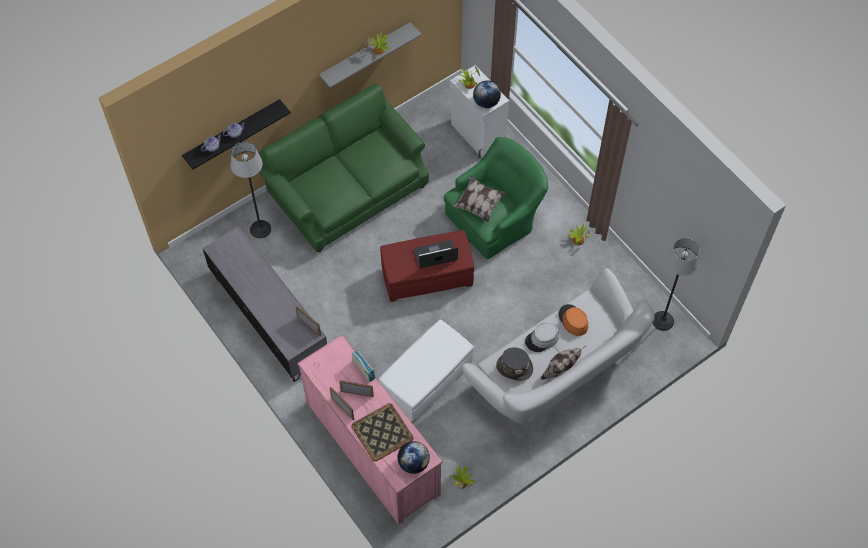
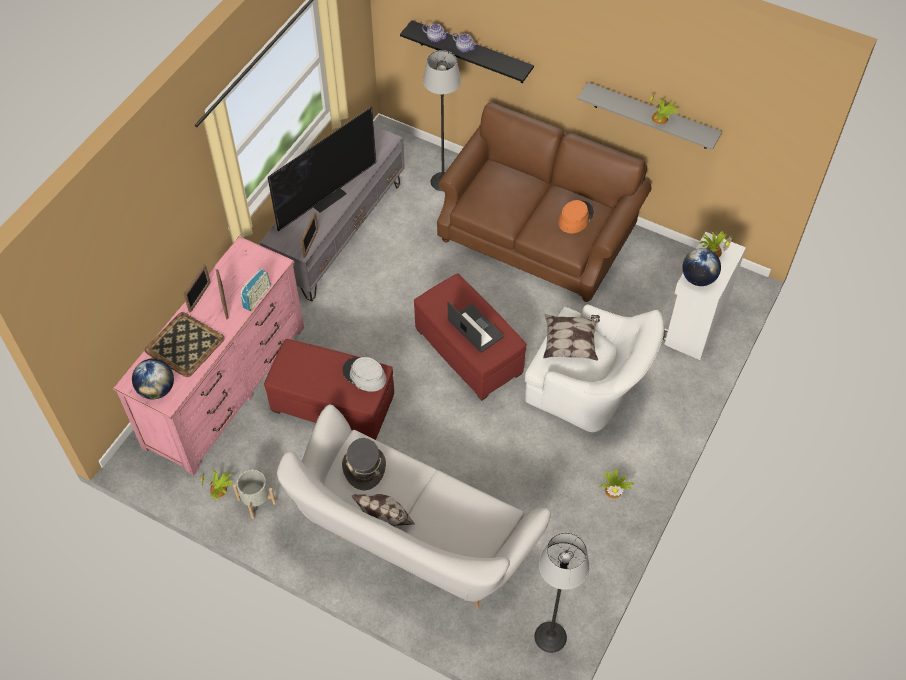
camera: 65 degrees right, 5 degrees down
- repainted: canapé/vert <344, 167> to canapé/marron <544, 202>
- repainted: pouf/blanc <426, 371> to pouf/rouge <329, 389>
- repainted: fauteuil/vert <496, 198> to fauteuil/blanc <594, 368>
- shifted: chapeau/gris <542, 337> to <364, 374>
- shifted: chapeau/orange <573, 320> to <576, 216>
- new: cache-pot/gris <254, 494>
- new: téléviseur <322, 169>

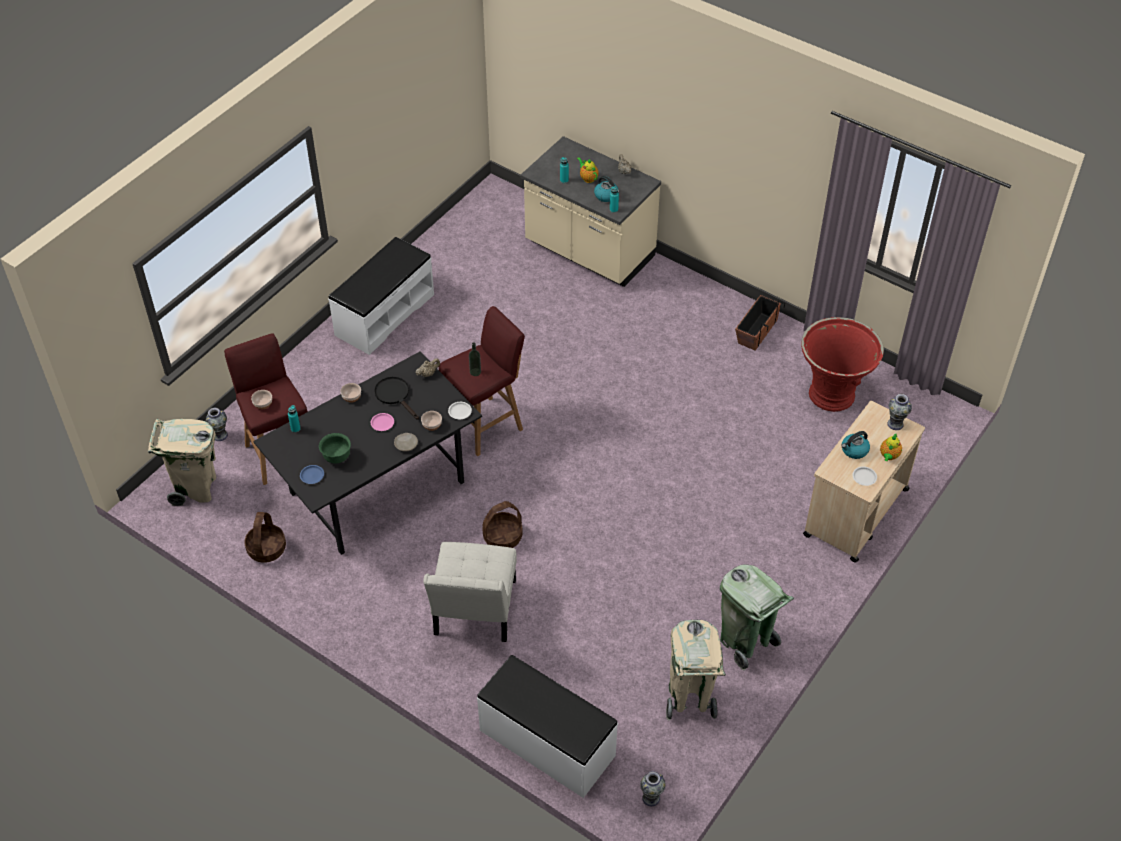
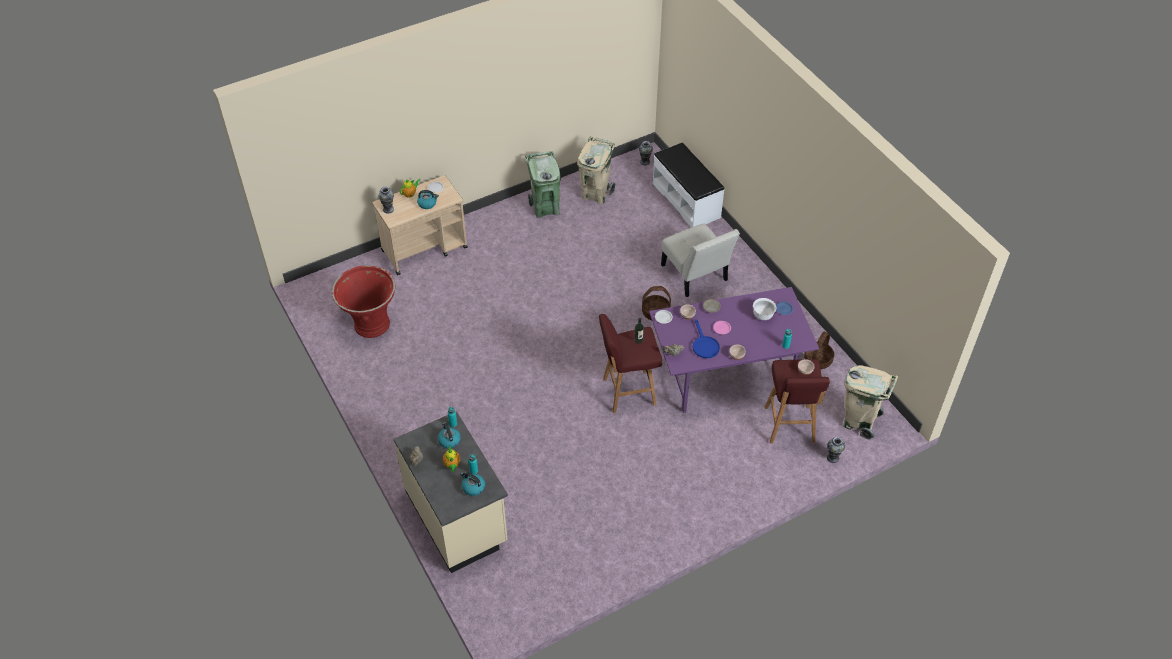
camera: 155 degrees left, 0 degrees up
- repainted: table à manger/noir <367, 453> to table à manger/violet <734, 350>
- repainted: bol/vert <335, 448> to bol/blanc <764, 309>
- gone: banc/blanc <381, 296>
- repainted: poêle/noir <396, 398> to poêle/bleu <706, 338>
- rotated: chaise/blanc <470, 592> = <700, 260> 120 degrees clockwise
- gone: cache-pot <760, 322>
- new: bouilloire <472, 484>

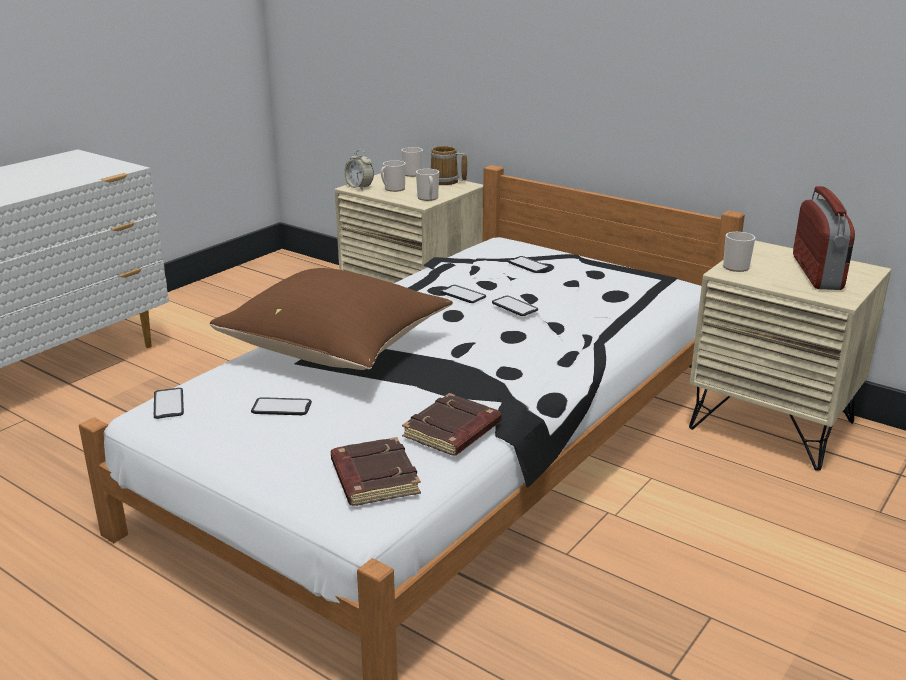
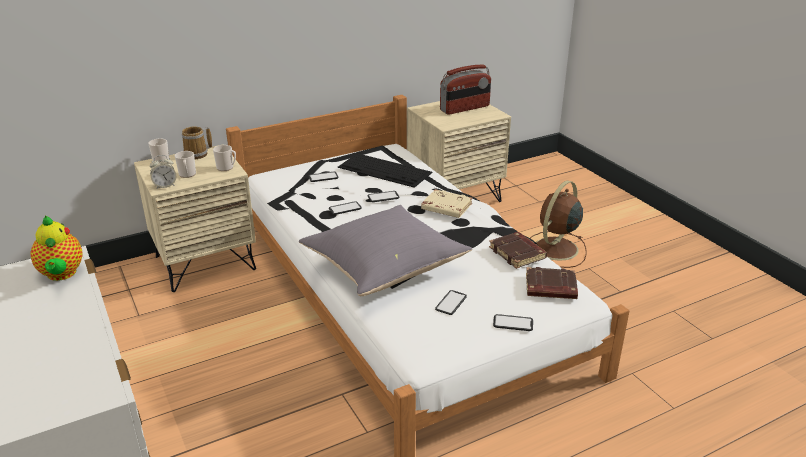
camera: 65 degrees left, 5 degrees up
- shifted: téléphone <169, 403> to <513, 322>
- repainted: coussin/marron <331, 319> to coussin/gris <385, 250>
- gone: mug <739, 252>
- rotated: radio <824, 238> = <465, 89> 120 degrees clockwise
- new: théière <57, 248>
- new: clavier <385, 170>
- new: livre/beige <446, 203>
- new: ventilateur/marron <558, 224>

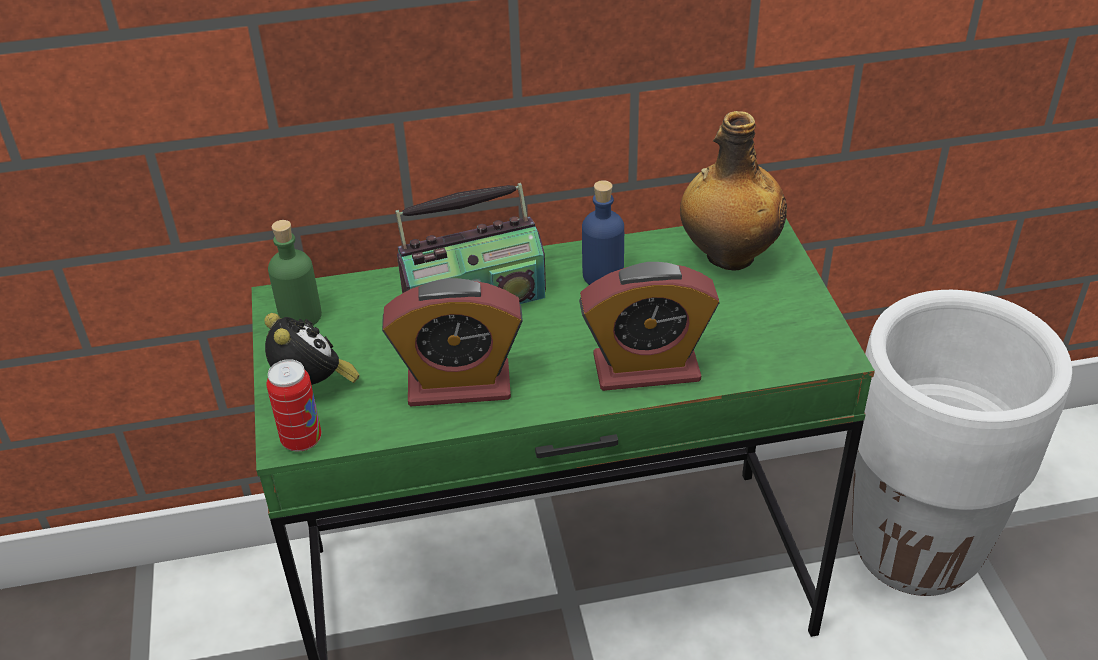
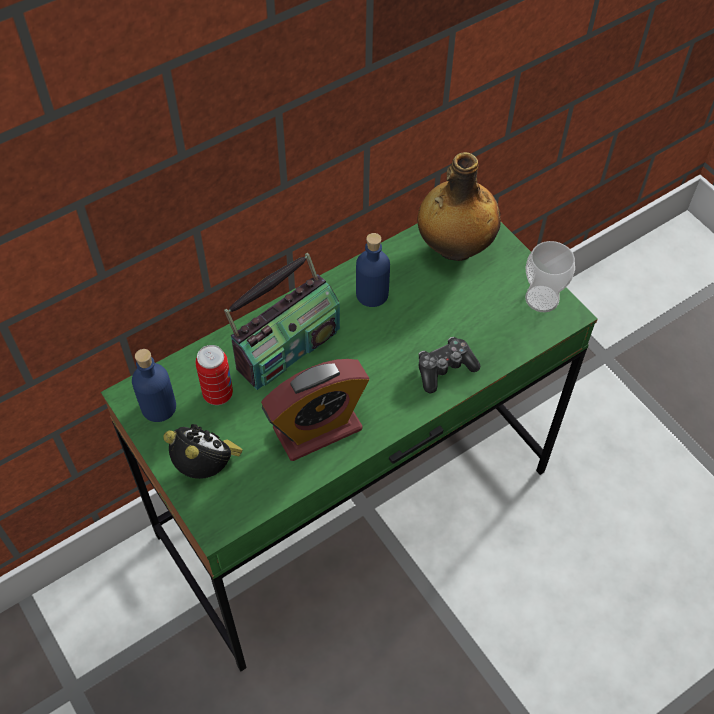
camera: 25 degrees left, 15 degrees up
- shifted: boîte métallique <293, 405> to <214, 375>
- repainted: bouteille/vert <295, 272> to bouteille/bleu <154, 385>
- swapped: réveil <649, 326> to manette <449, 365>
- gone: cache-pot/blanc <962, 443>
- new: tasse <550, 276>

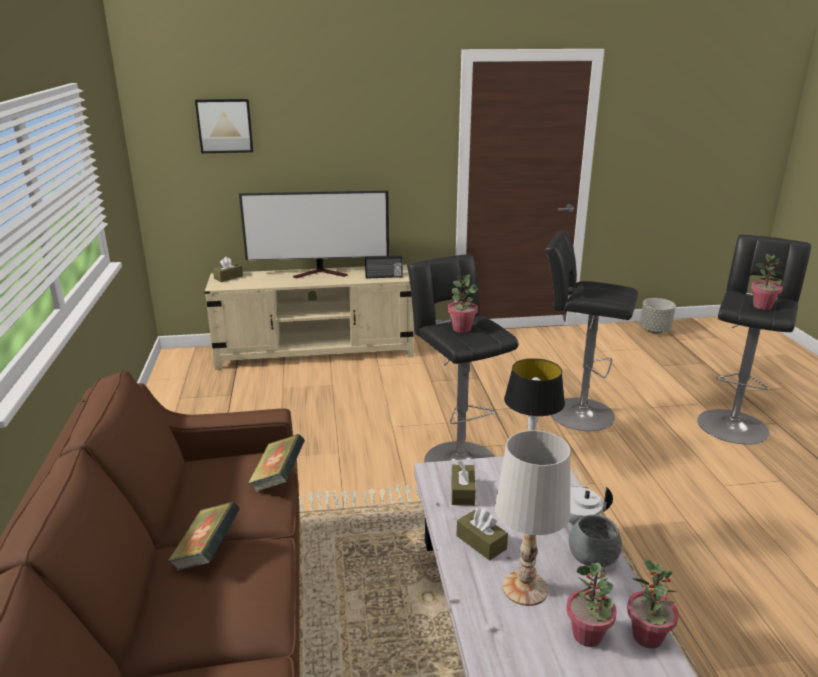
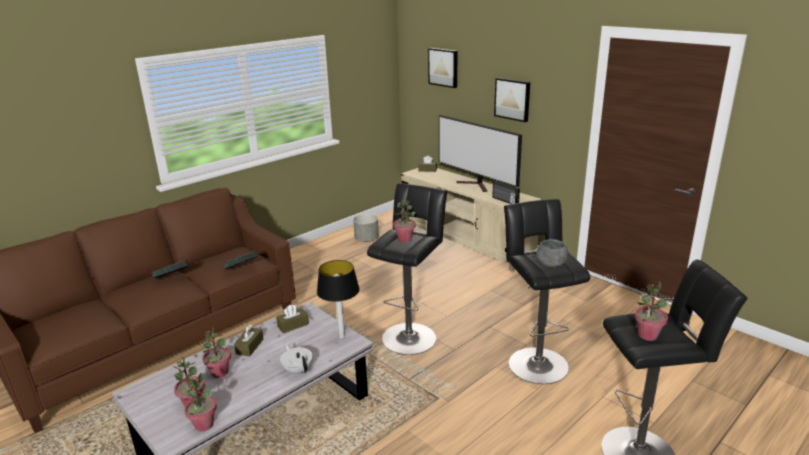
camera: 55 degrees right, 0 degrees up
- swapped: lampe de table/blanc <532, 518> to plante en pot <217, 352>
- shifted: bol/gris <595, 541> to <552, 253>
- shifted: cache-pot/gris <658, 315> to <366, 228>
- new: tableau <512, 100>

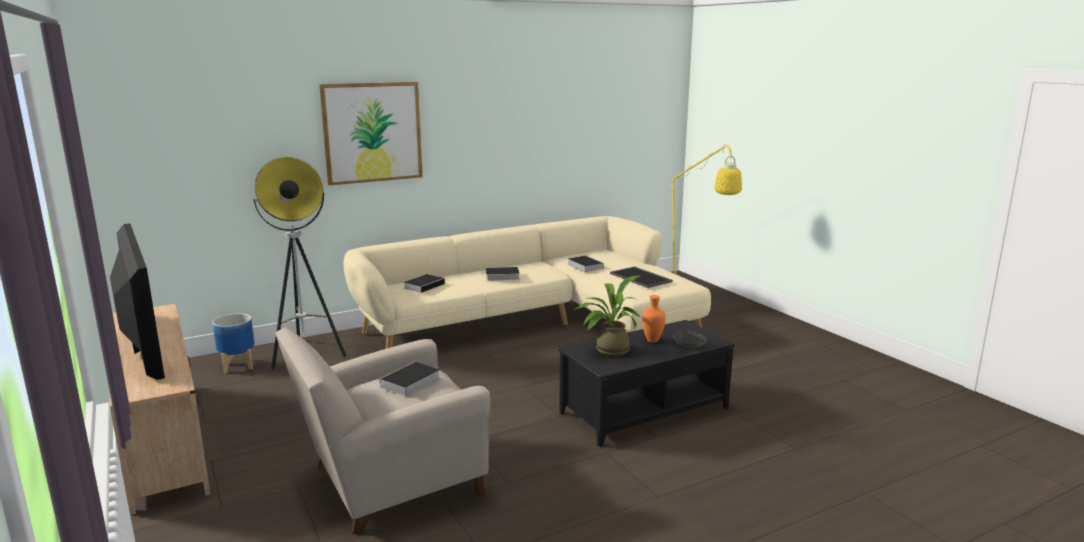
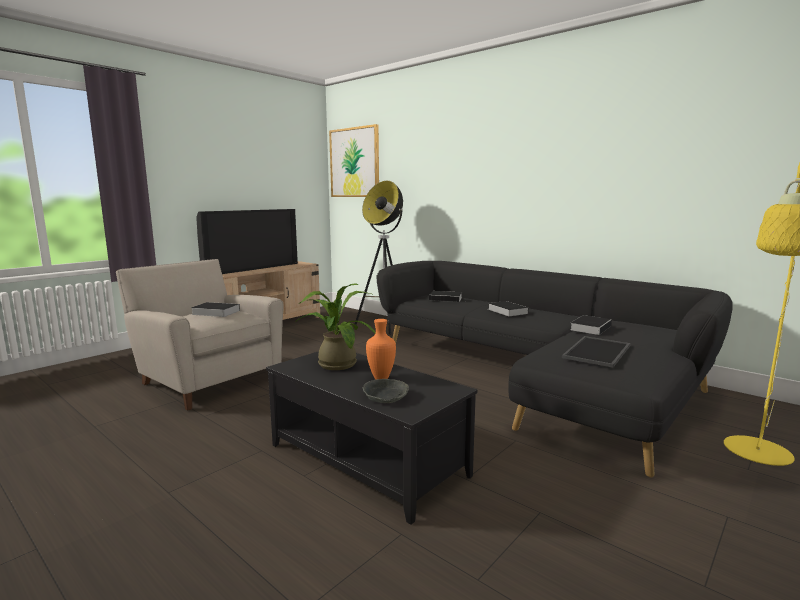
camera: 70 degrees right, 5 degrees down
- gone: cache-pot <233, 343>
- shifted: tableau <371, 134> to <354, 160>
- repainted: canapé/beige <527, 282> to canapé/noir <555, 369>

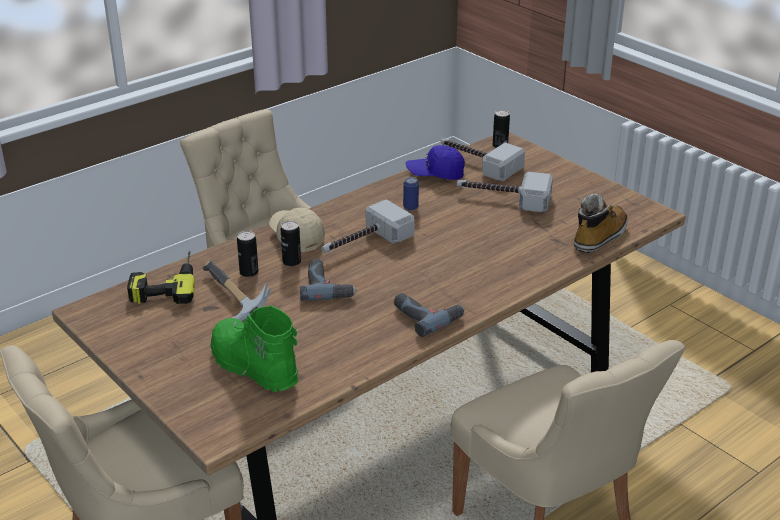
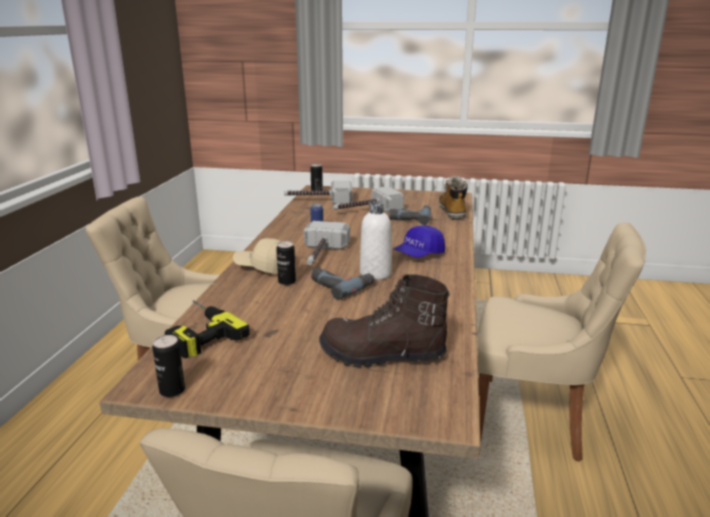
camera: 40 degrees left, 10 degrees down
- gone: marteau <237, 290>
- repainted: botte/vert <254, 348> to botte/marron <384, 321>
- shifted: boîte métallique <248, 254> to <168, 366>
- shifted: perceuse <429, 315> to <409, 215>
- shifted: casquette/bleu <435, 162> to <419, 242>
- new: bouteille/blanc <376, 240>

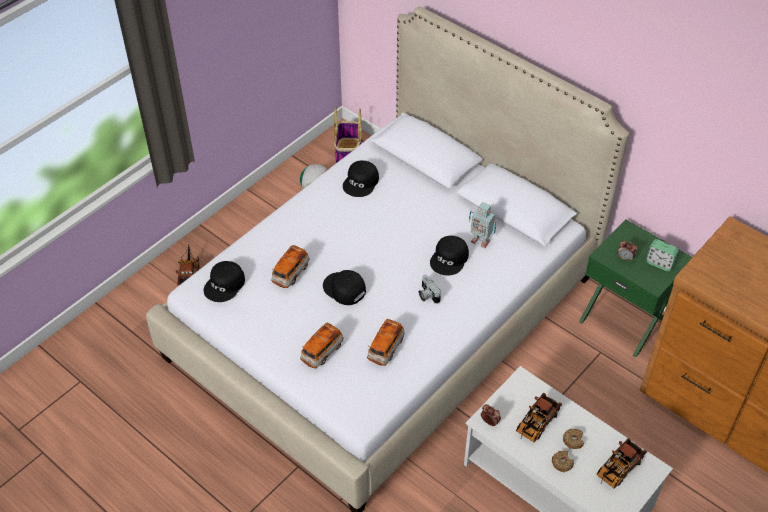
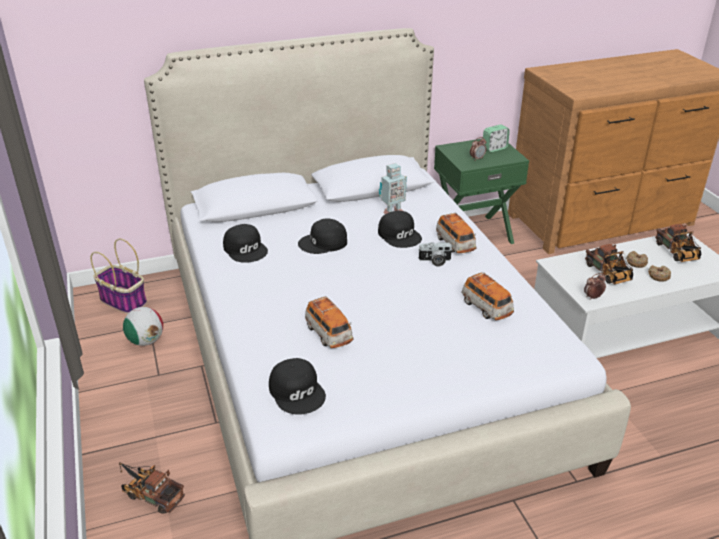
camera: 60 degrees left, 15 degrees down
- shifted: petite voiture <322, 345> to <456, 232>
- shifted: casquette/noir <344, 287> to <322, 236>

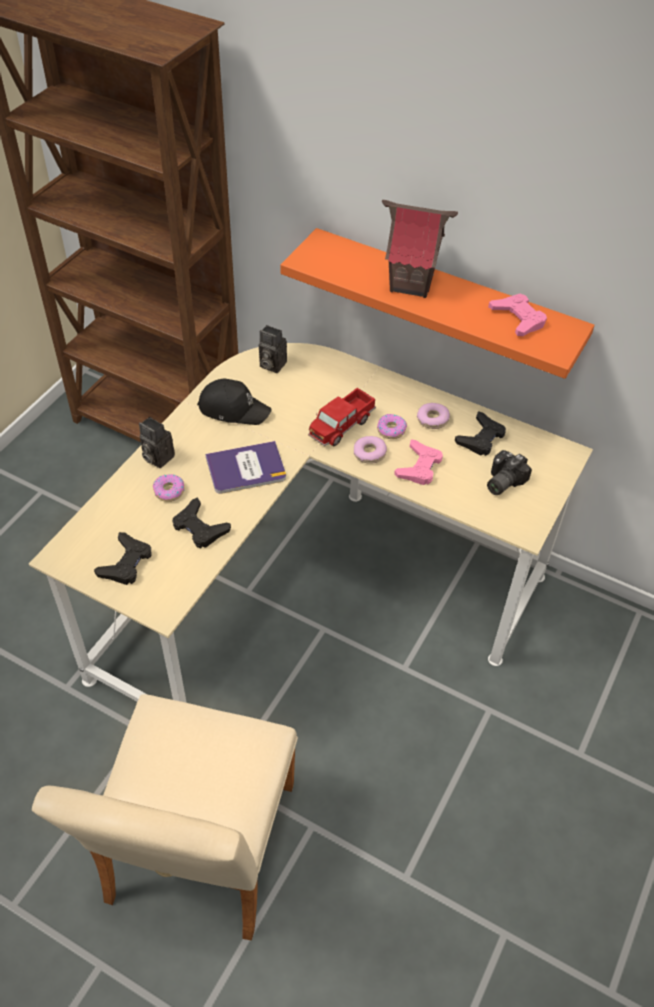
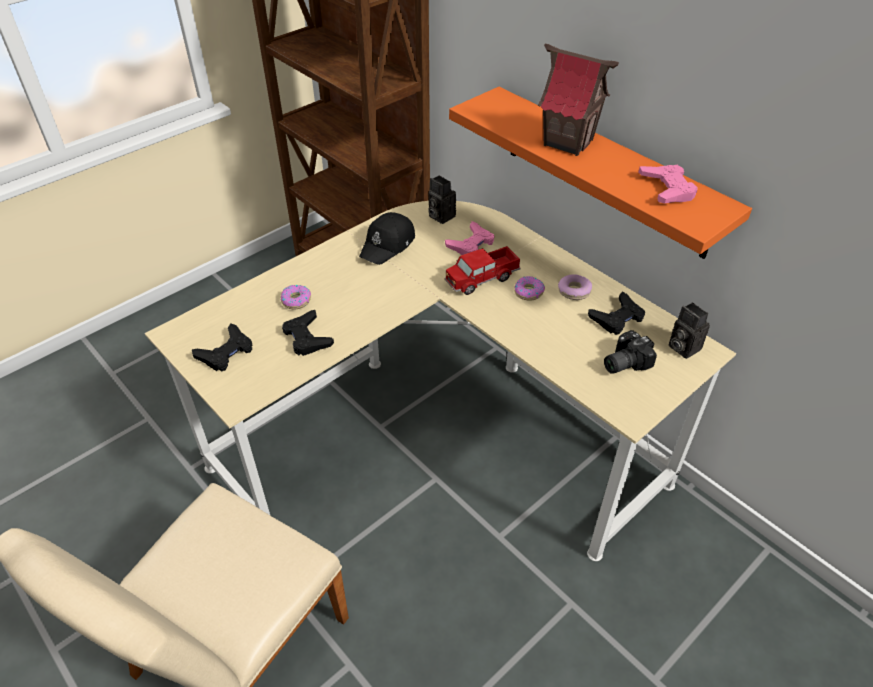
camera: 20 degrees right, 5 degrees down
- shifted: appareil photo <157, 442> to <689, 330>
- rotated: casquette/noir <234, 402> = <387, 238> 90 degrees clockwise
- gone: livre <245, 467>
- gone: beignet <370, 450>
- shifted: manette/rose <418, 462> to <469, 238>

